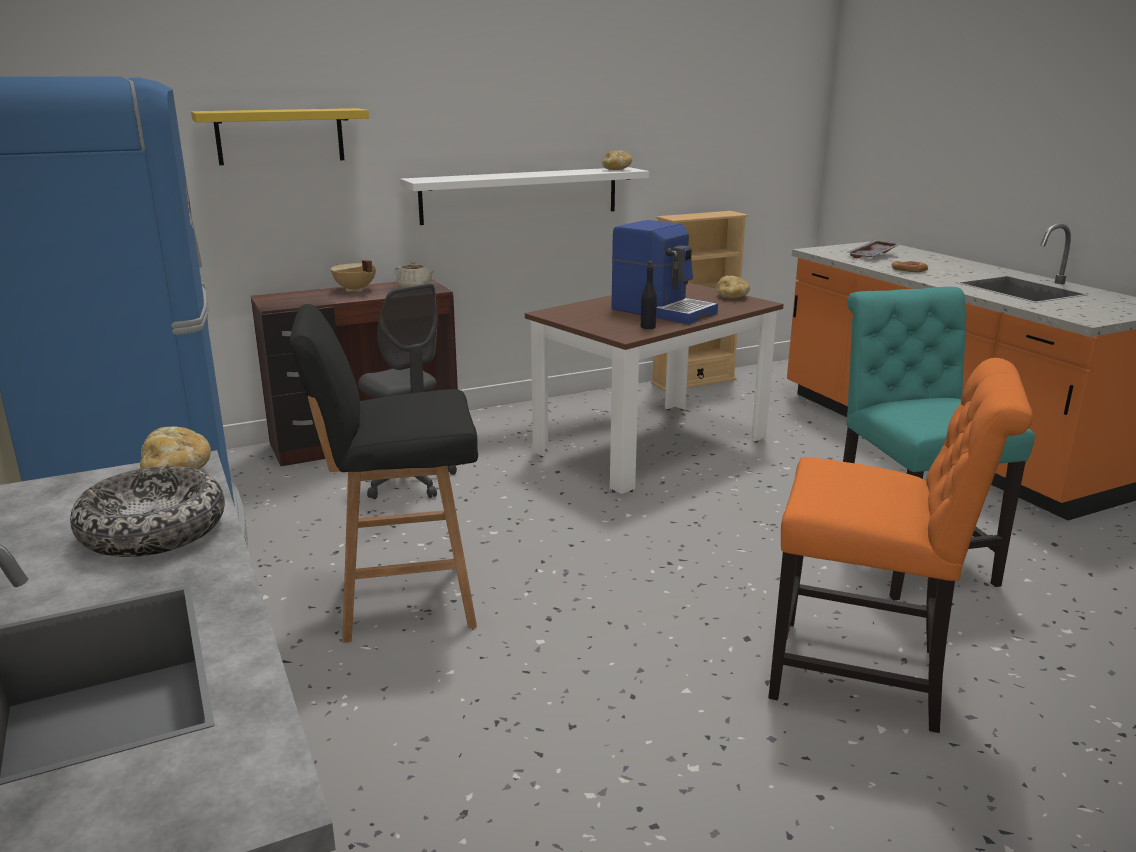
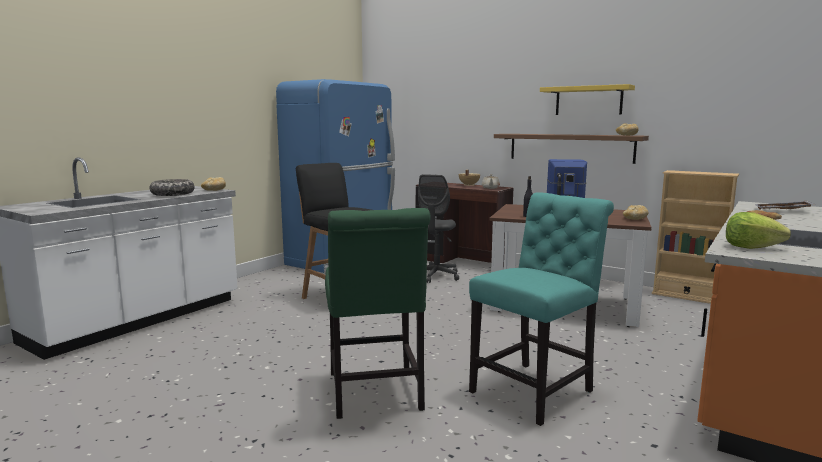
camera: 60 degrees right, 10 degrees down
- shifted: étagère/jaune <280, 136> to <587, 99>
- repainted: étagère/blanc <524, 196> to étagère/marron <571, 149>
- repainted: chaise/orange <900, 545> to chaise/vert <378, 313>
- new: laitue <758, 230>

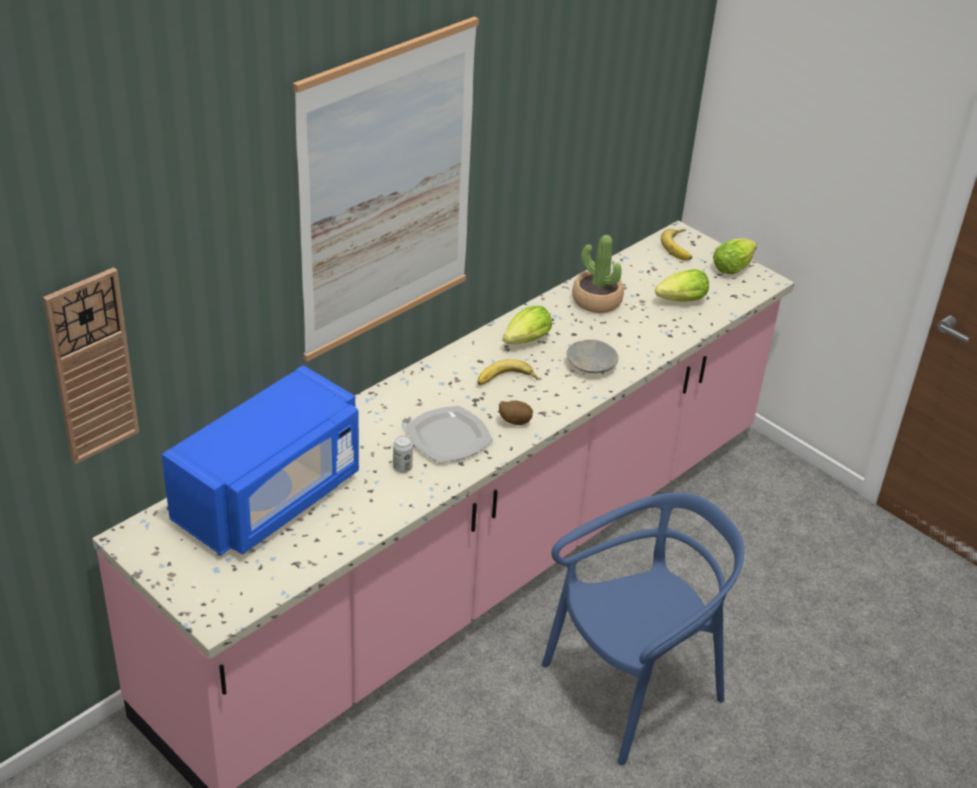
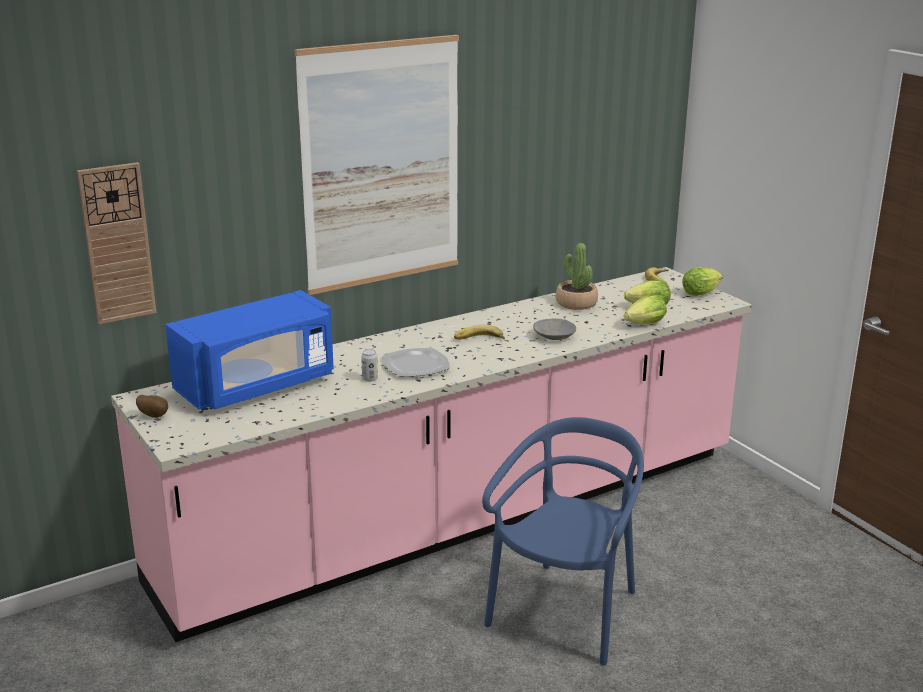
camera: 15 degrees right, 15 degrees down
- shifted: pomme de terre <516, 413> to <152, 406>
- shifted: laitue <527, 325> to <645, 309>
- rotated: chaise/bleu <643, 629> = <563, 541> 45 degrees counterclockwise

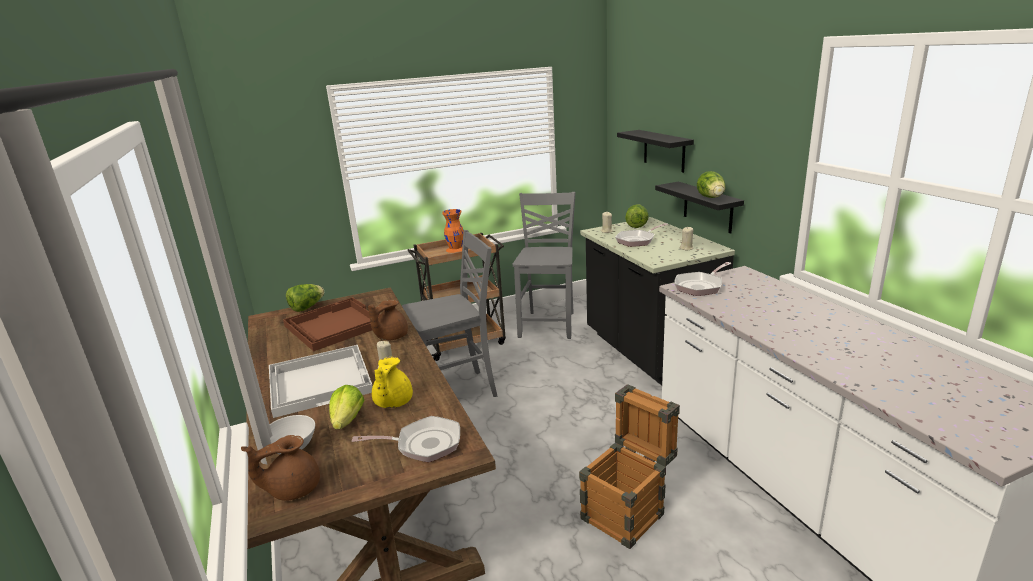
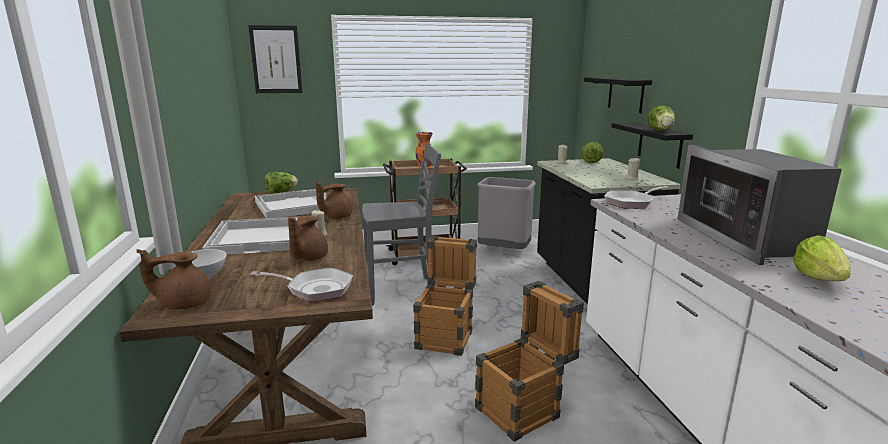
camera: 10 degrees right, 5 degrees down
- repainted: plateau/marron <331, 324> to plateau/blanc <291, 203>
- shifted: laitue <346, 407> to <822, 258>
- repainted: théière/jaune <392, 382> to théière/marron <308, 238>
- swapped: chaise/gris <544, 265> to poubelle/gris <506, 213>
- gone: poêle <641, 235>
- new: tableau <275, 59>
- new: caisse <445, 296>
- new: micro-ondes <760, 205>

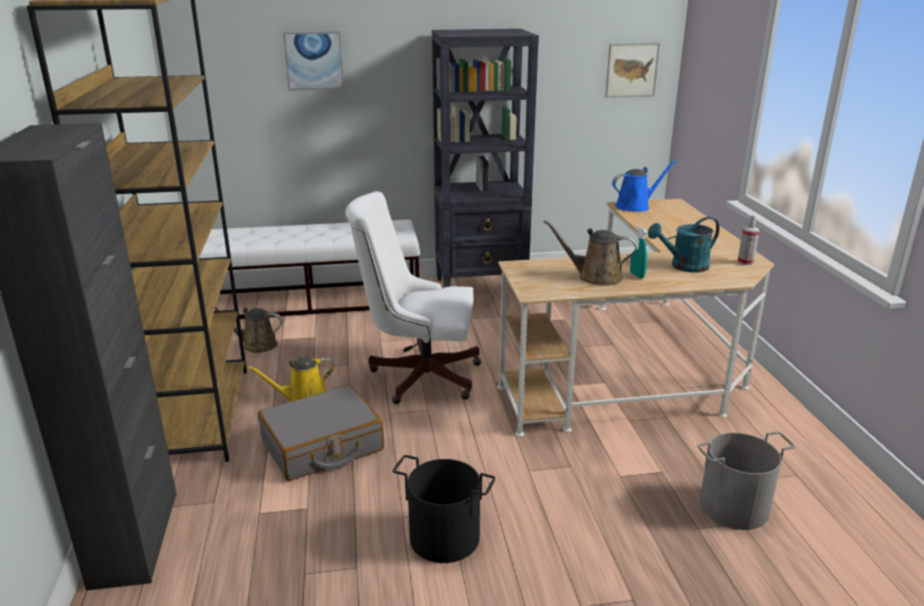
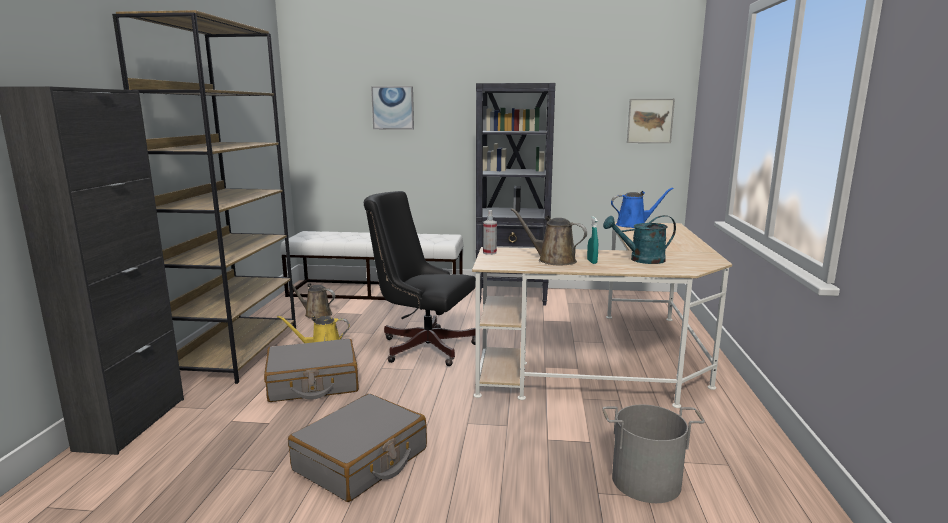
camera: 15 degrees right, 10 degrees down
- repainted: chaise de bureau/blanc <413, 297> to chaise de bureau/noir <420, 278>
- swapped: seau/noir <444, 509> to valise/gris <357, 448>
- shifted: vaporisateur <748, 240> to <490, 232>

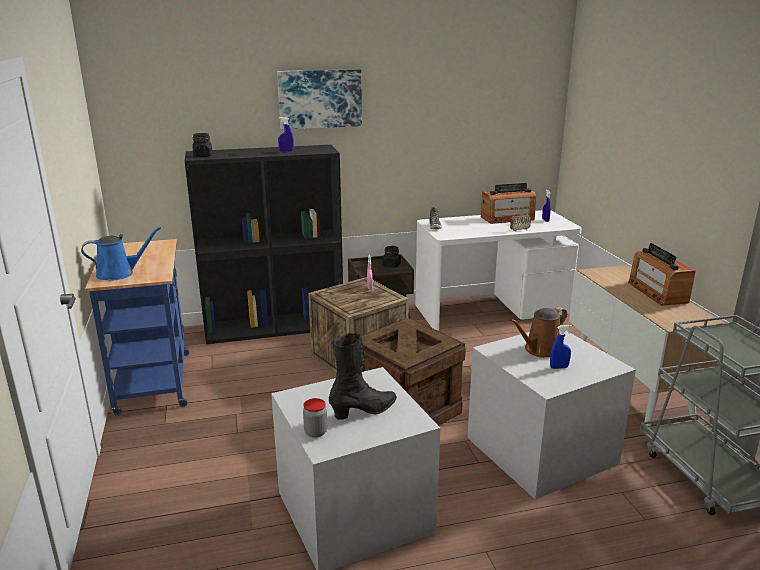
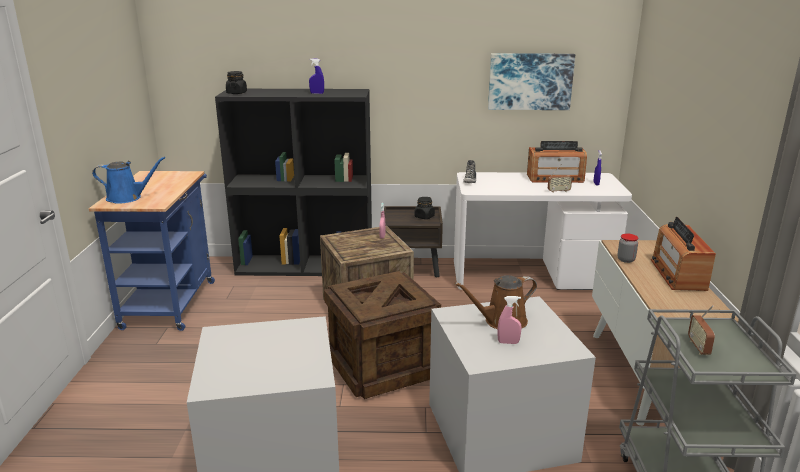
camera: 15 degrees right, 0 degrees up
- shifted: tableau <319, 99> to <531, 82>
- shifted: bocal <315, 418> to <627, 248>
- gone: botte/noir <363, 376>
- repainted: vaporisateur/bleu <561, 347> to vaporisateur/rose <509, 320>
- new: radio <701, 330>

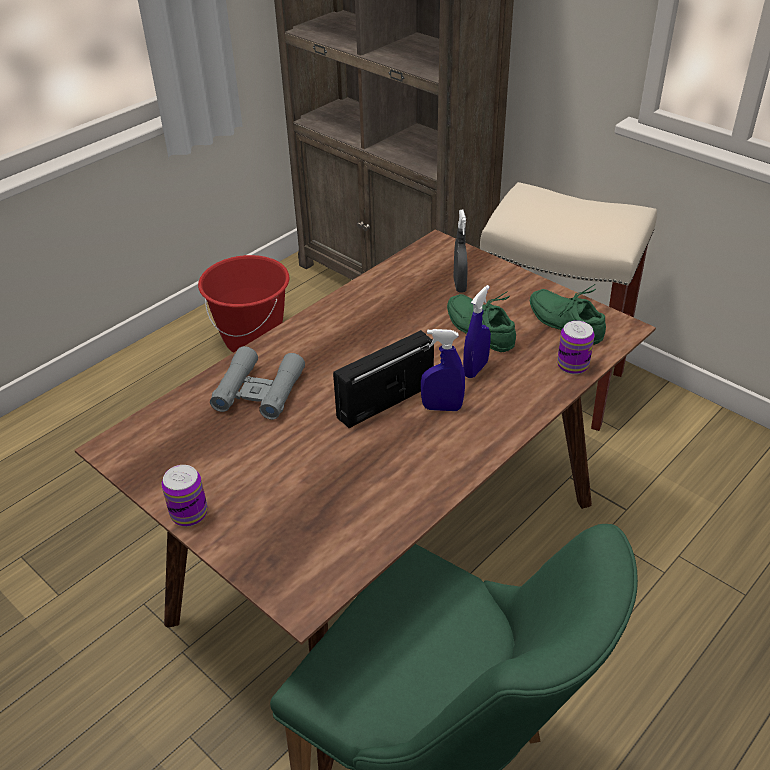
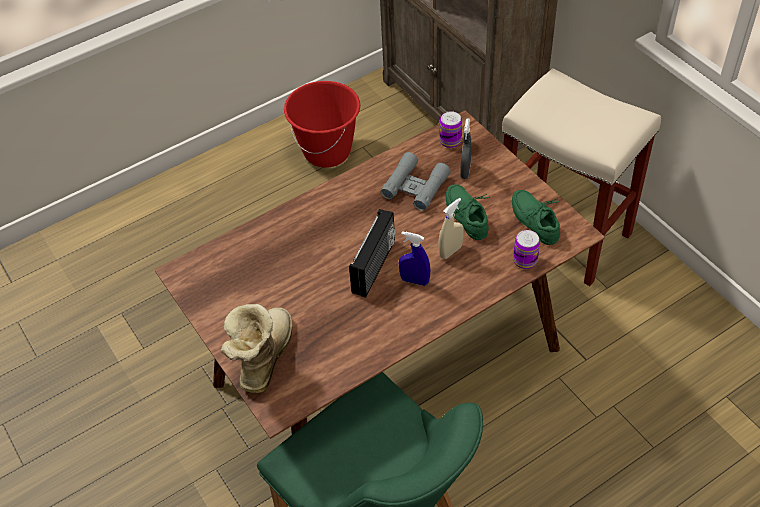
camera: 15 degrees right, 10 degrees up
- shifted: boîte métallique <184, 495> to <450, 129>
- shifted: jumelles/gris <257, 383> to <416, 181>
- rotated: radio <383, 379> = <372, 253> 135 degrees clockwise
- repainted: vaporisateur/bleu <477, 331> to vaporisateur/beige <450, 228>
- new: botte <257, 348>

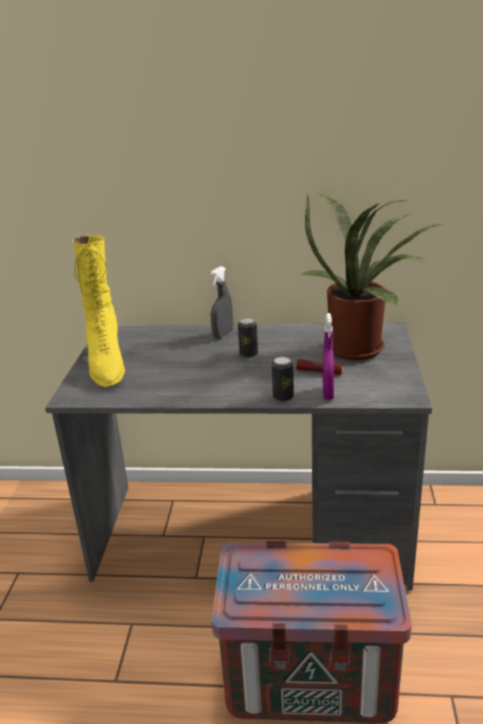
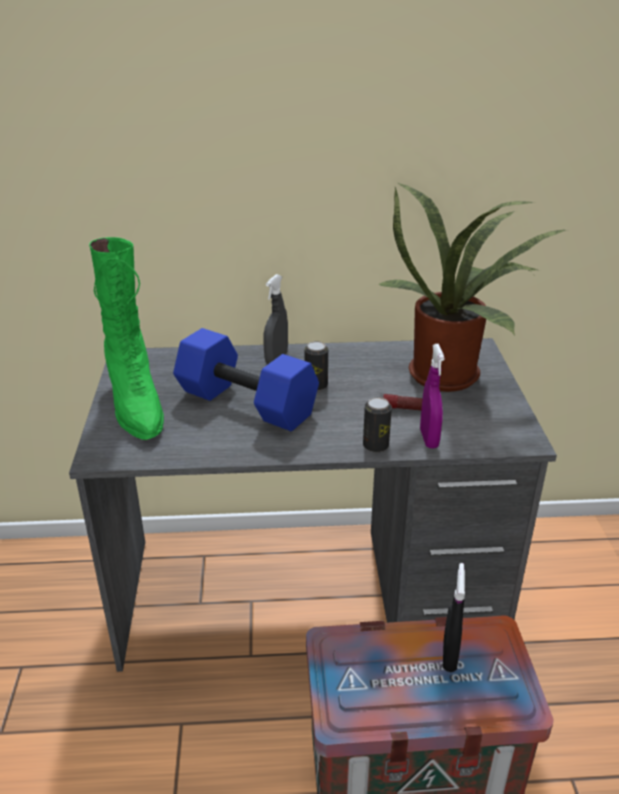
camera: 10 degrees left, 5 degrees up
- repainted: botte/jaune <99, 311> to botte/vert <126, 338>
- new: haltère/bleu <246, 379>
- new: vaporisateur/noir <454, 617>

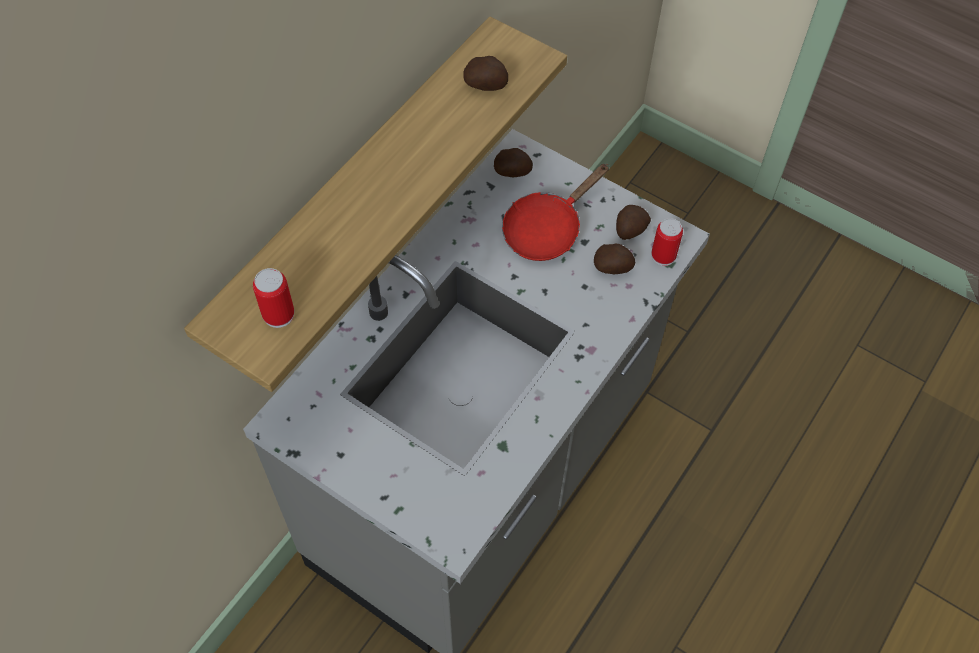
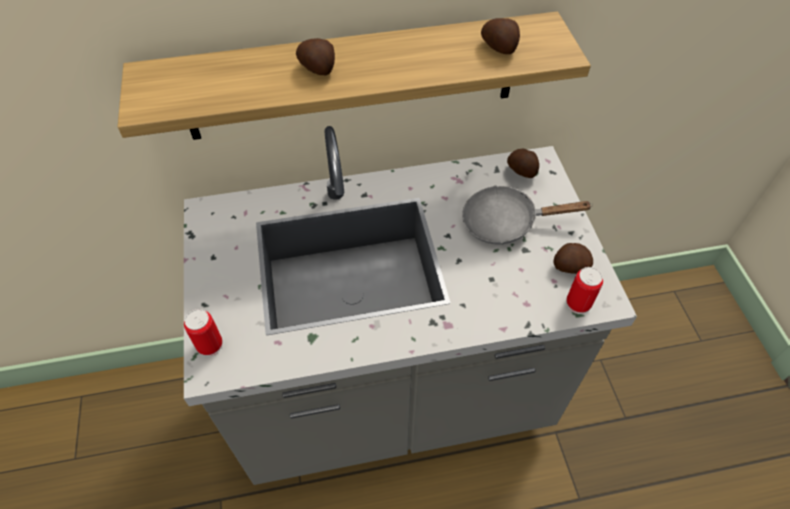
camera: 45 degrees right, 5 degrees down
- shifted: boîte métallique <273, 298> to <203, 333>
- repainted: poêle/rouge <555, 212> to poêle/gris <527, 215>
- shifted: pomme de terre <615, 259> to <315, 56>

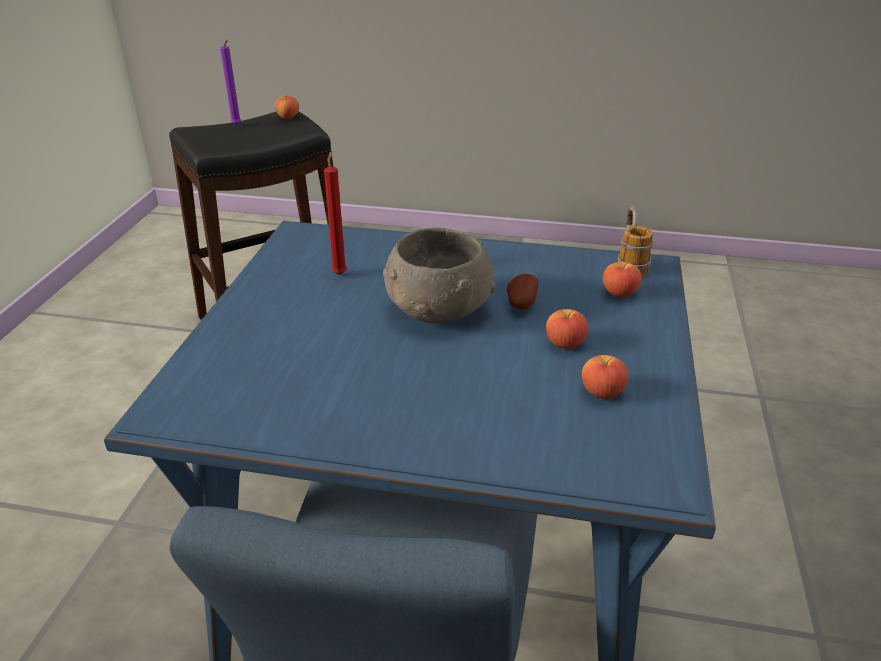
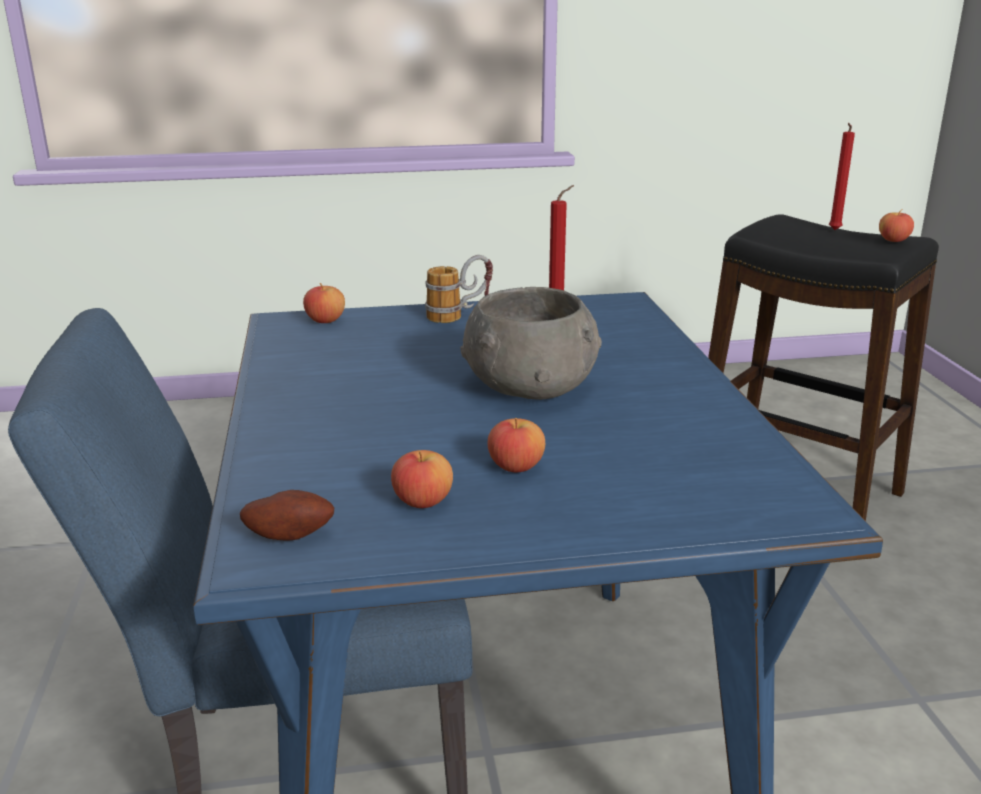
camera: 70 degrees right, 10 degrees down
- repainted: bougie/violet <230, 82> to bougie/rouge <842, 176>
- shifted: pomme de terre <522, 291> to <287, 515>
- shifted: pomme <622, 279> to <324, 303>
- shifted: mug <635, 241> to <459, 289>

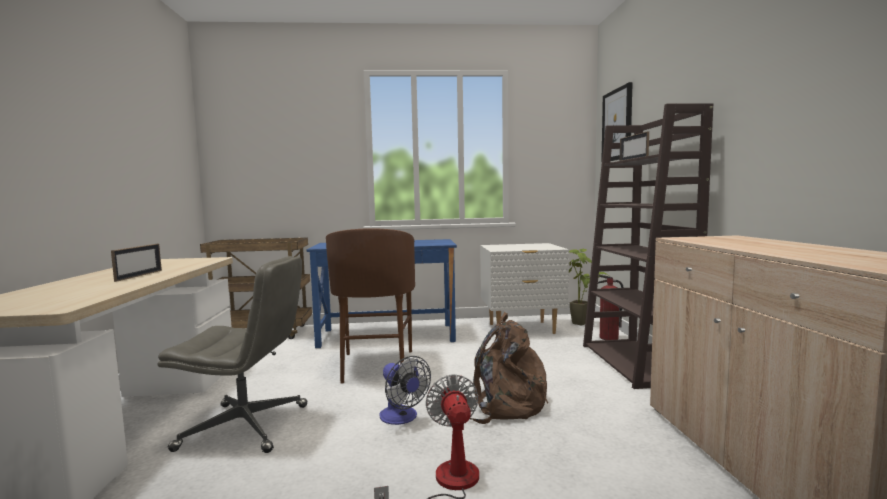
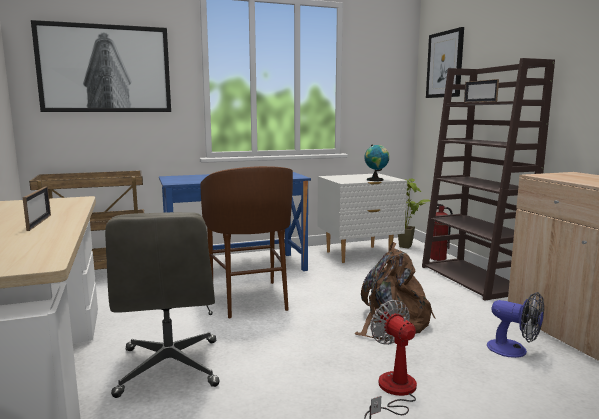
camera: 15 degrees left, 5 degrees up
- rotated: chaise de bureau/gris <232, 354> = <162, 305> 90 degrees clockwise
- shifted: ventilateur <405, 390> to <515, 325>
- new: tableau <101, 66>
- new: globe <376, 163>

